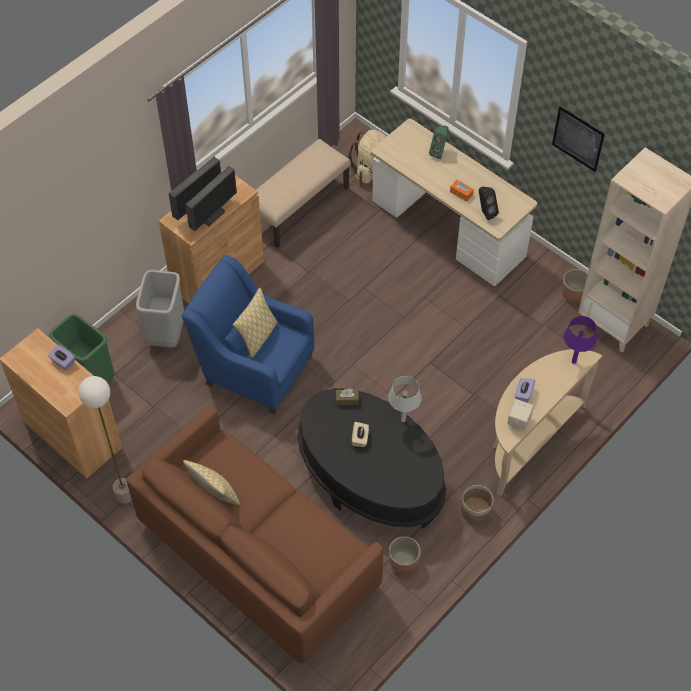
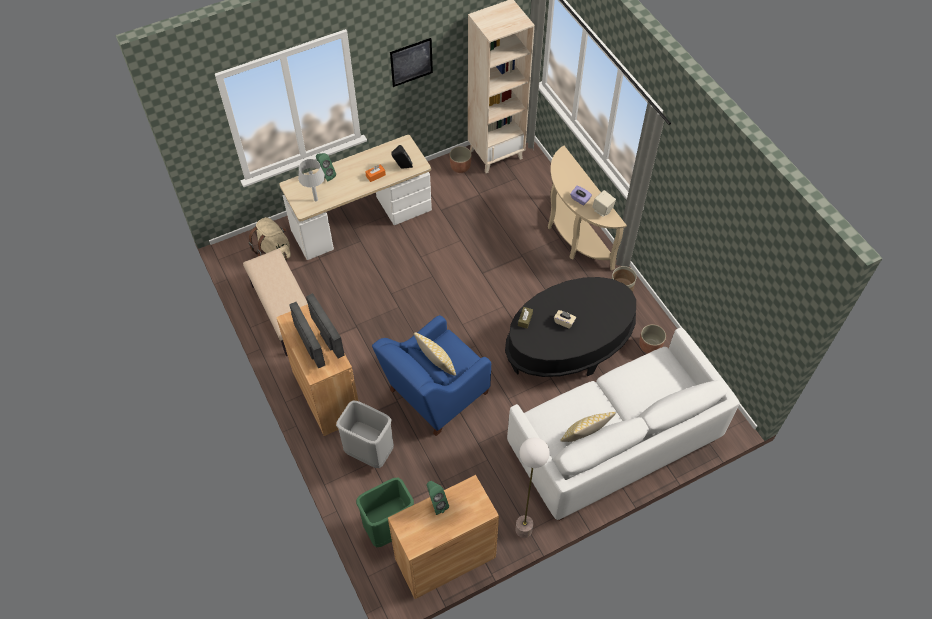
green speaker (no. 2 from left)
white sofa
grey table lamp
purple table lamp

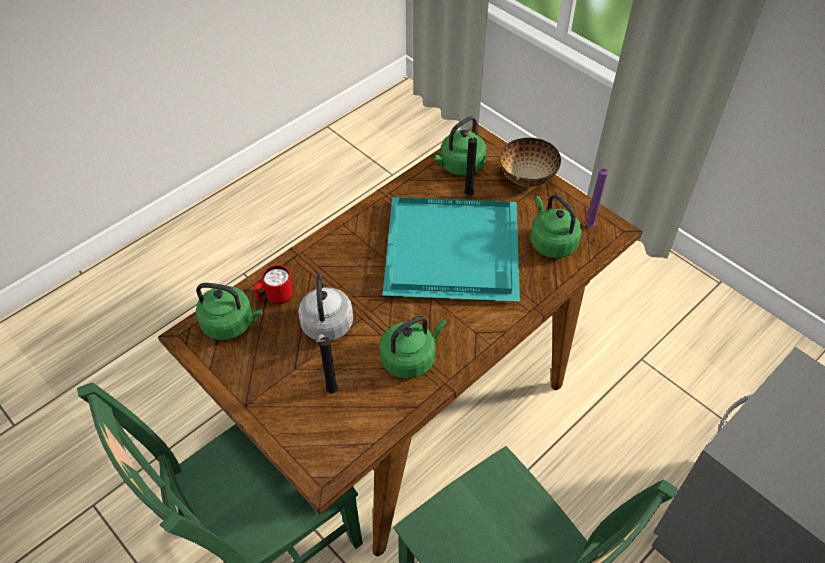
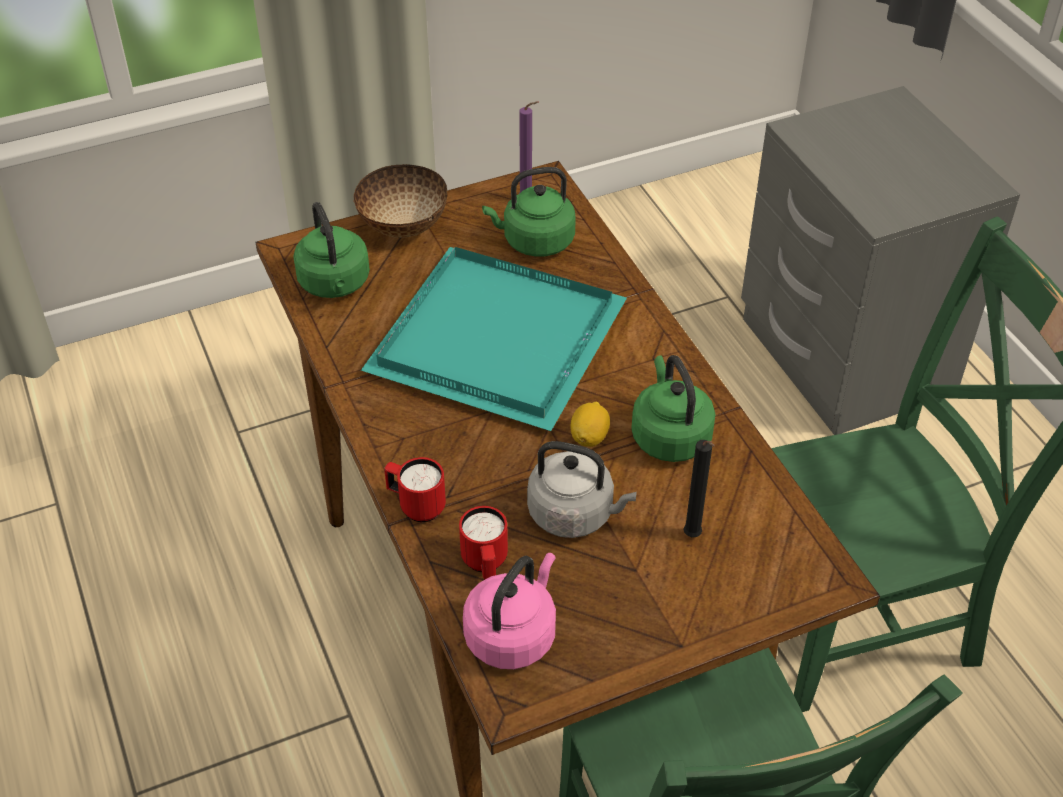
pink kettle
black candle (no. 2 from left in the first image)
red mug (no. 1 from left)
lemon

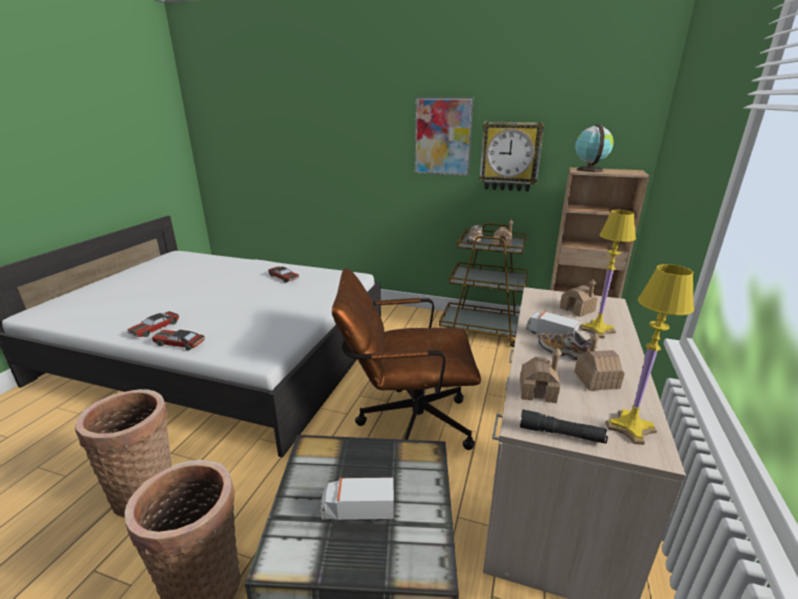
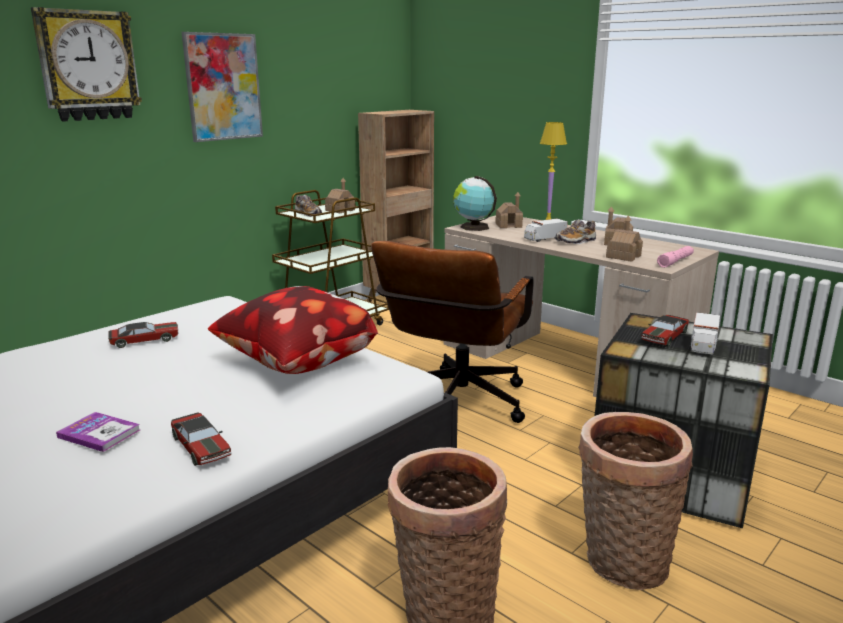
toy car (no. 3 from left)
wall clock
pink flashlight
globe
yellow table lamp (no. 2 from left in the first image)
book
pillow

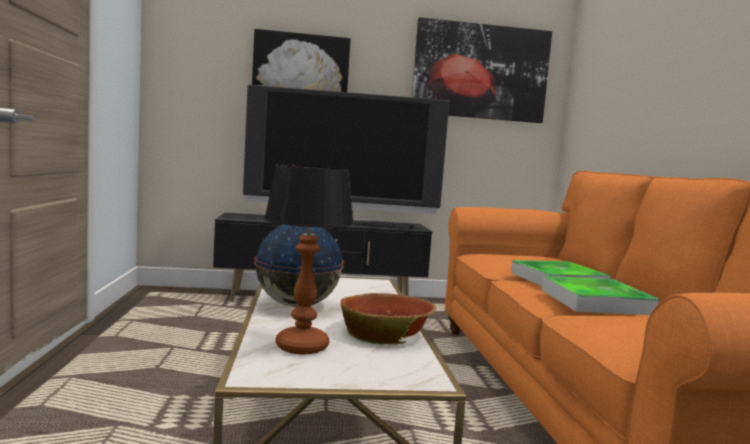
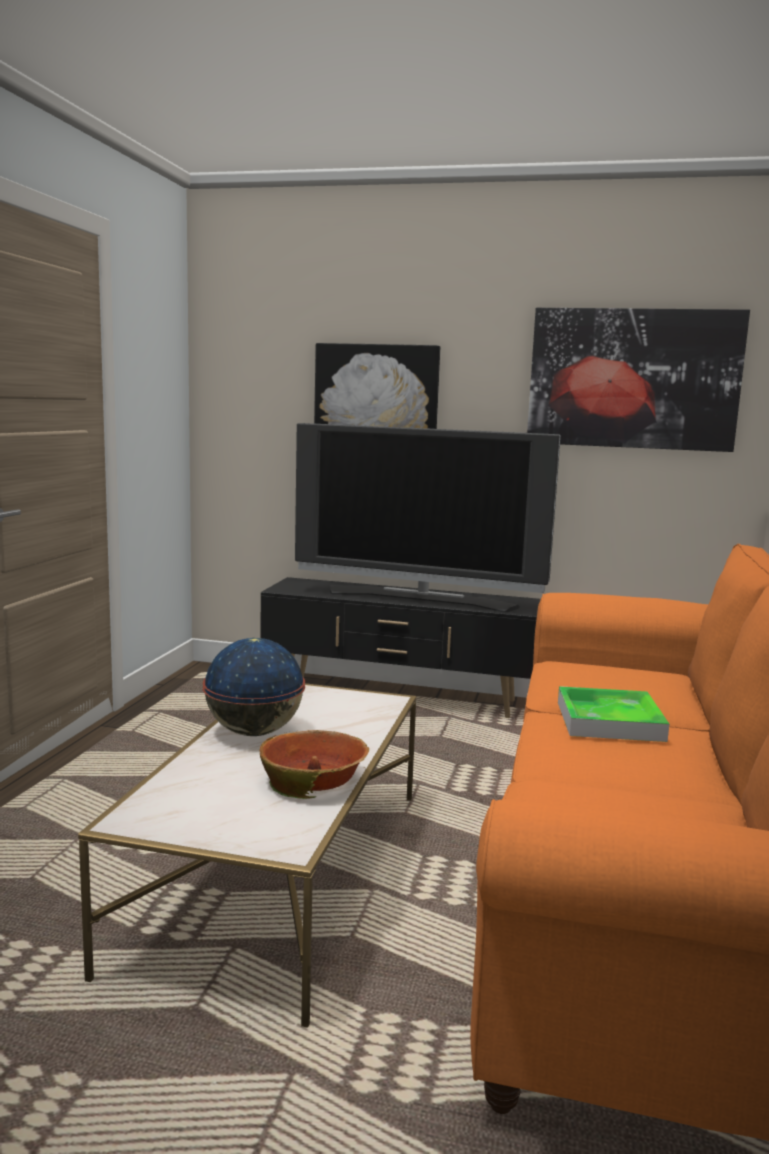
table lamp
tray (no. 2 from left in the first image)

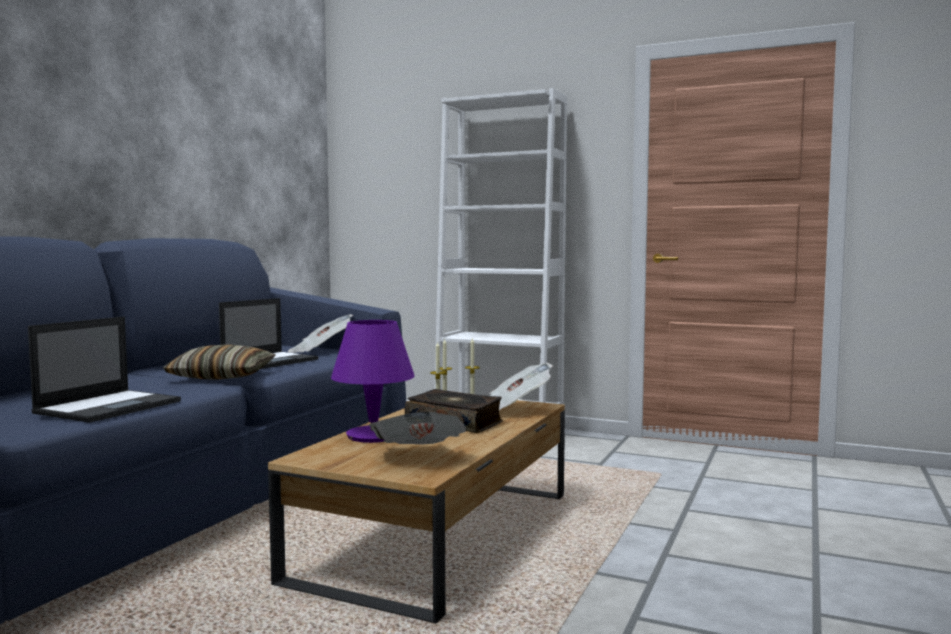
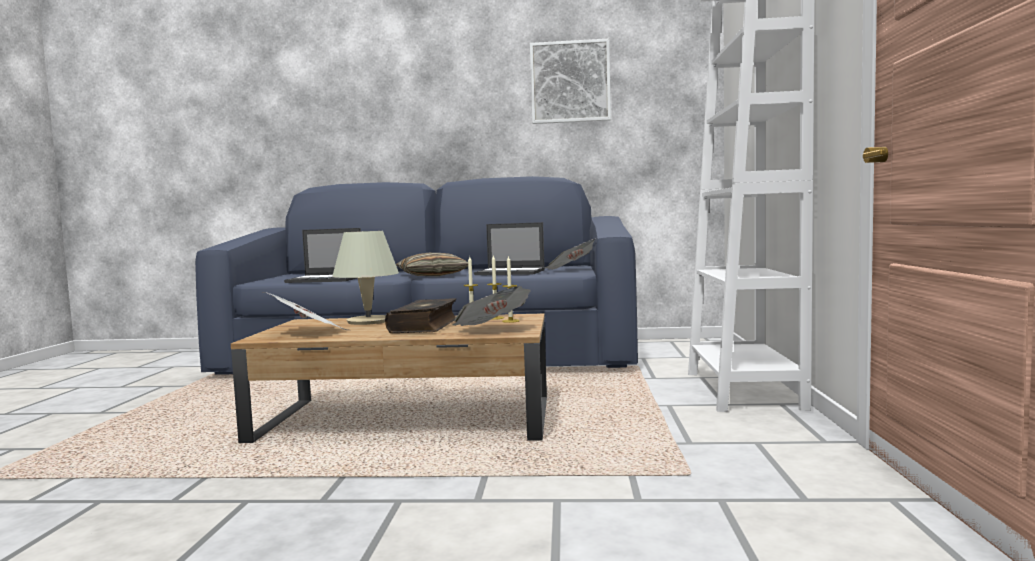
beige table lamp
picture

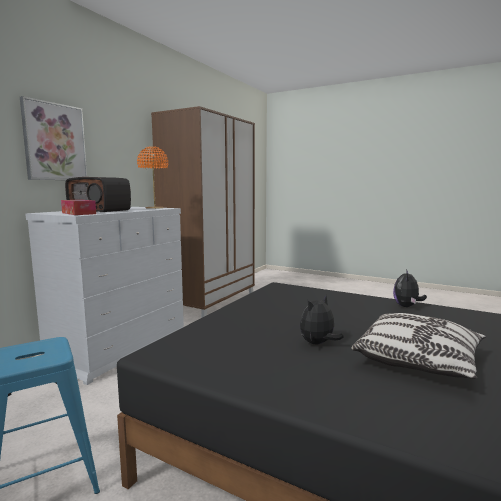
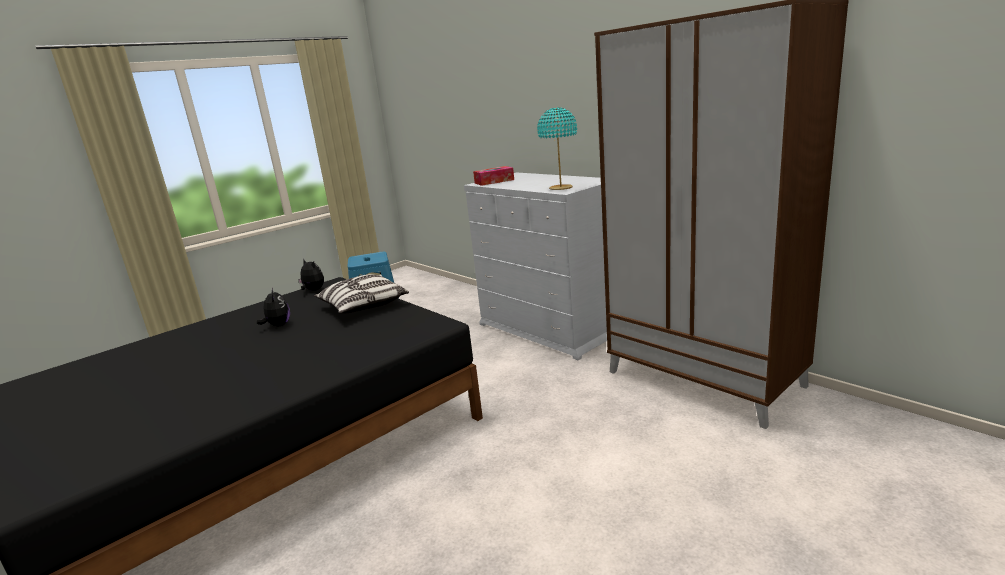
picture
radio
turquoise table lamp
pillow
plush toy (no. 2 from left)

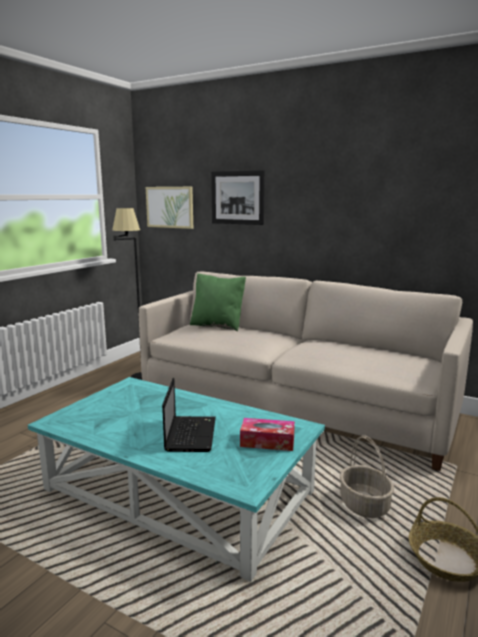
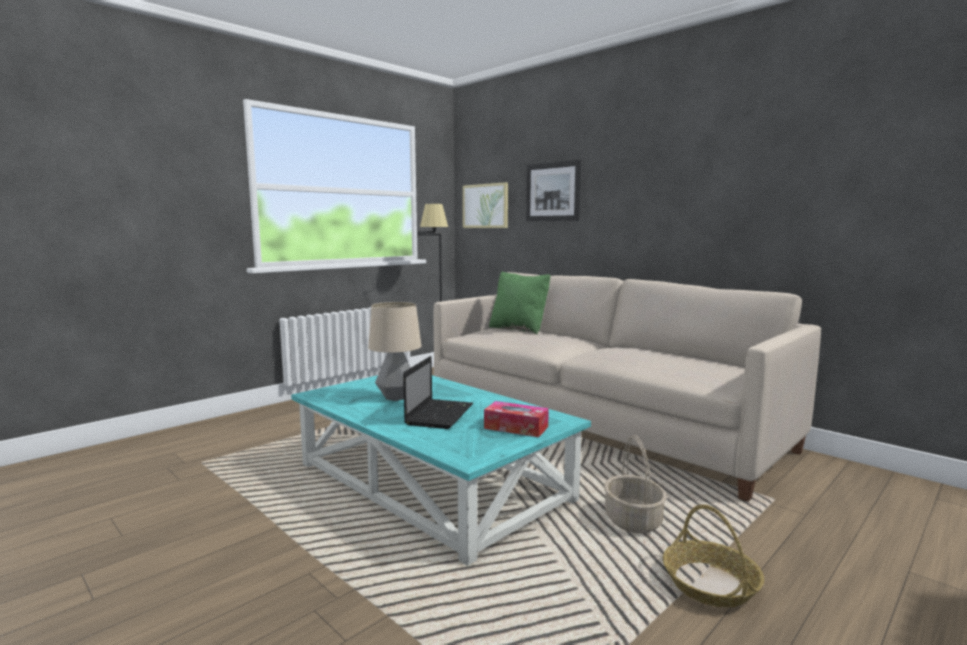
table lamp

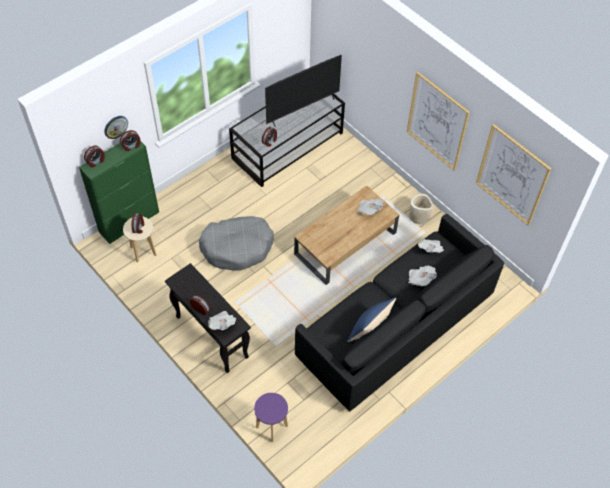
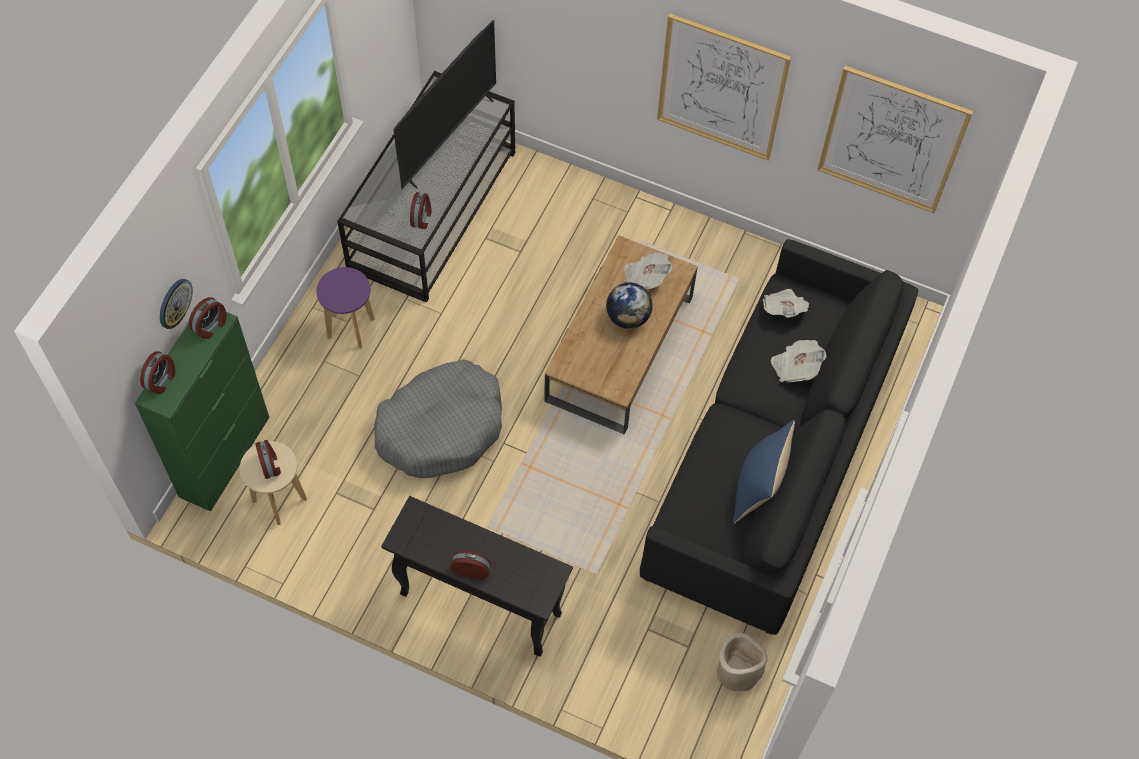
newspaper (no. 1 from left in the first image)
purple stool
beige planter
globe

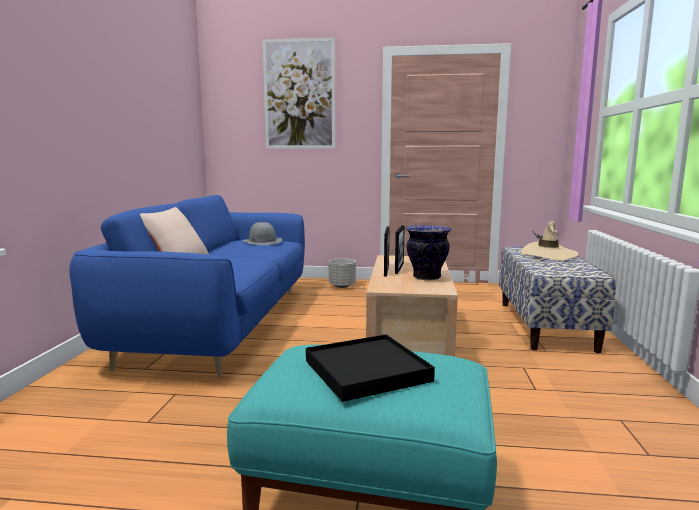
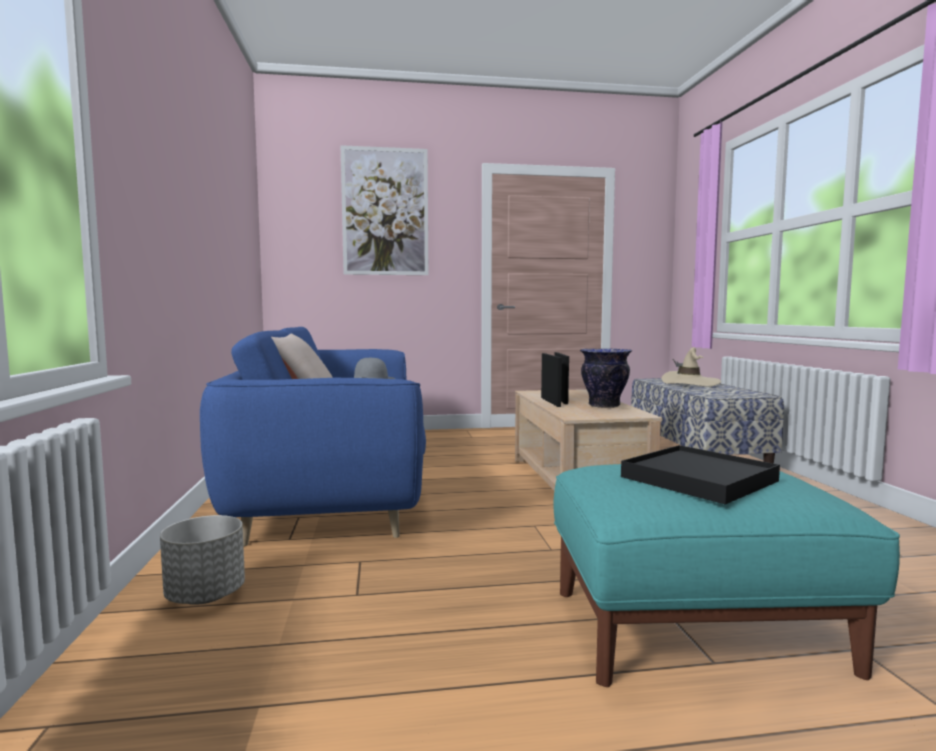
grey planter

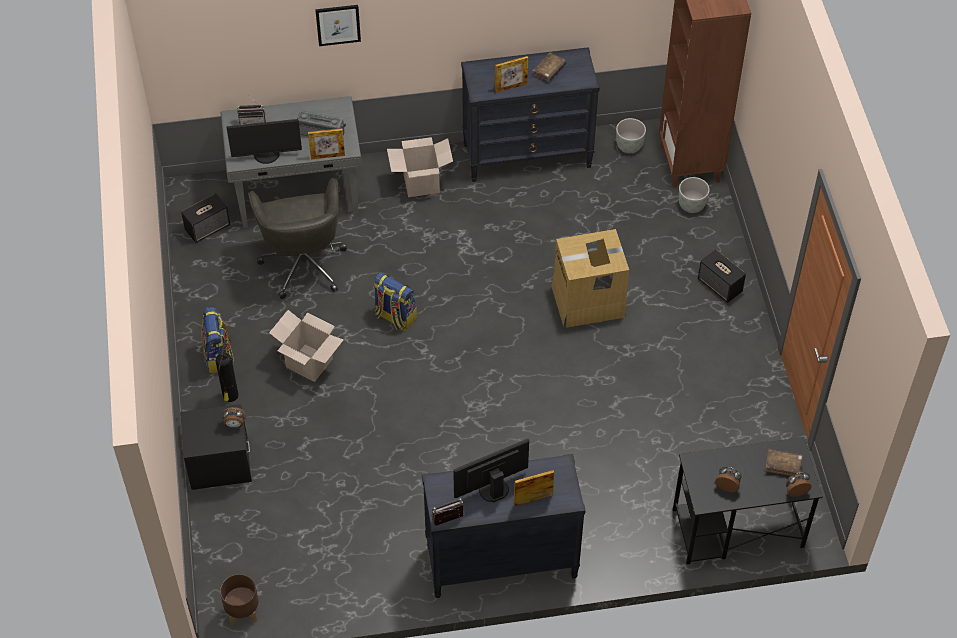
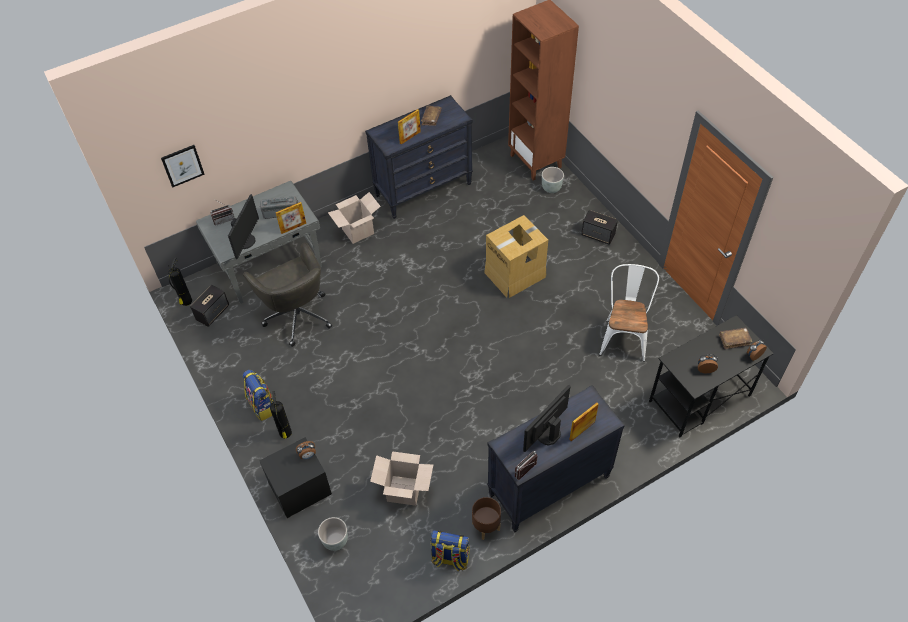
brown planter
monitor (no. 1 from left)
cardboard box (no. 2 from left)
picture
backpack (no. 2 from left)
grey planter (no. 1 from left)
fire extinguisher (no. 1 from left)
white chair

